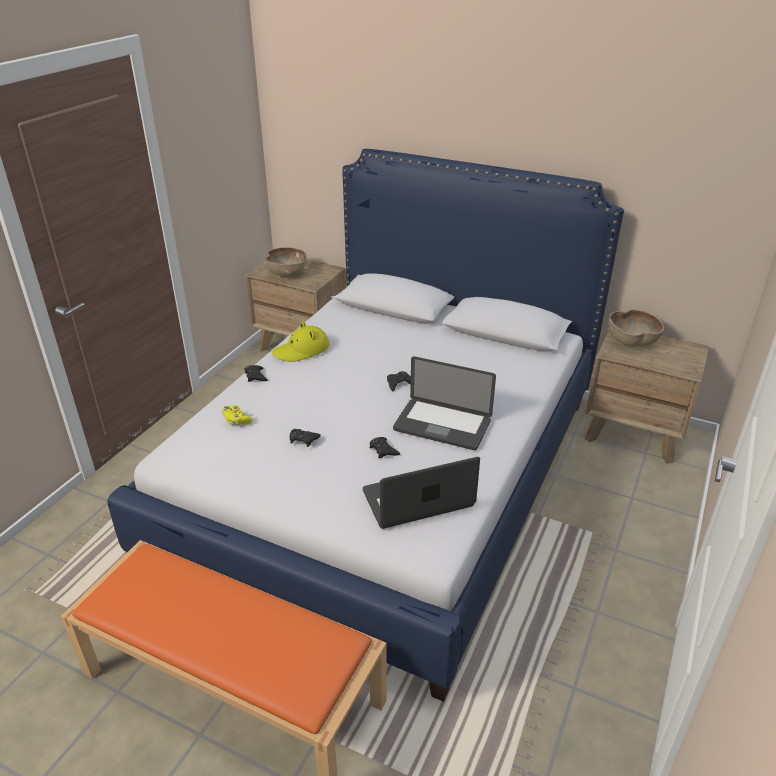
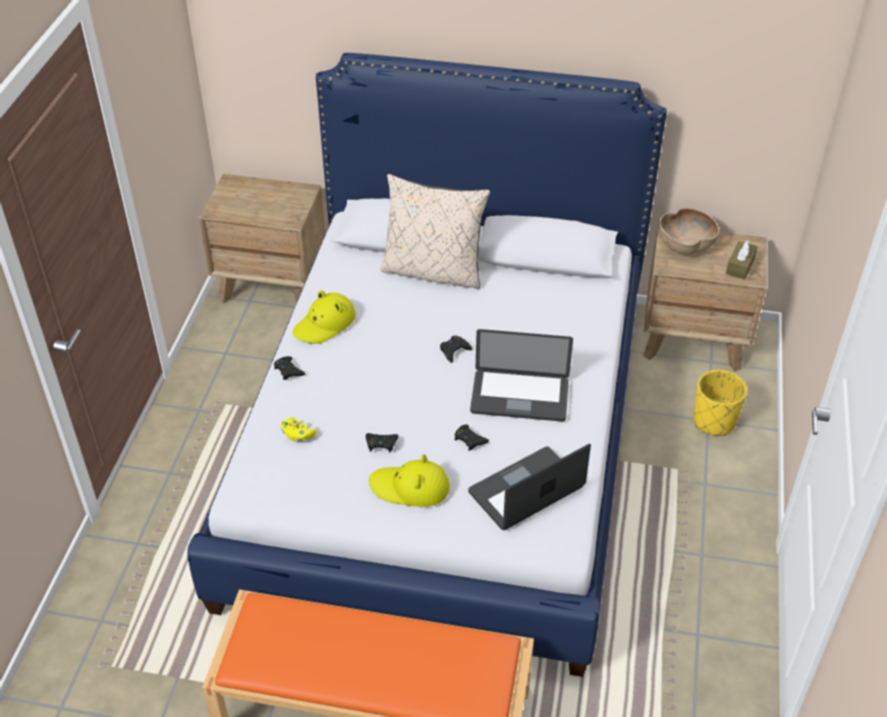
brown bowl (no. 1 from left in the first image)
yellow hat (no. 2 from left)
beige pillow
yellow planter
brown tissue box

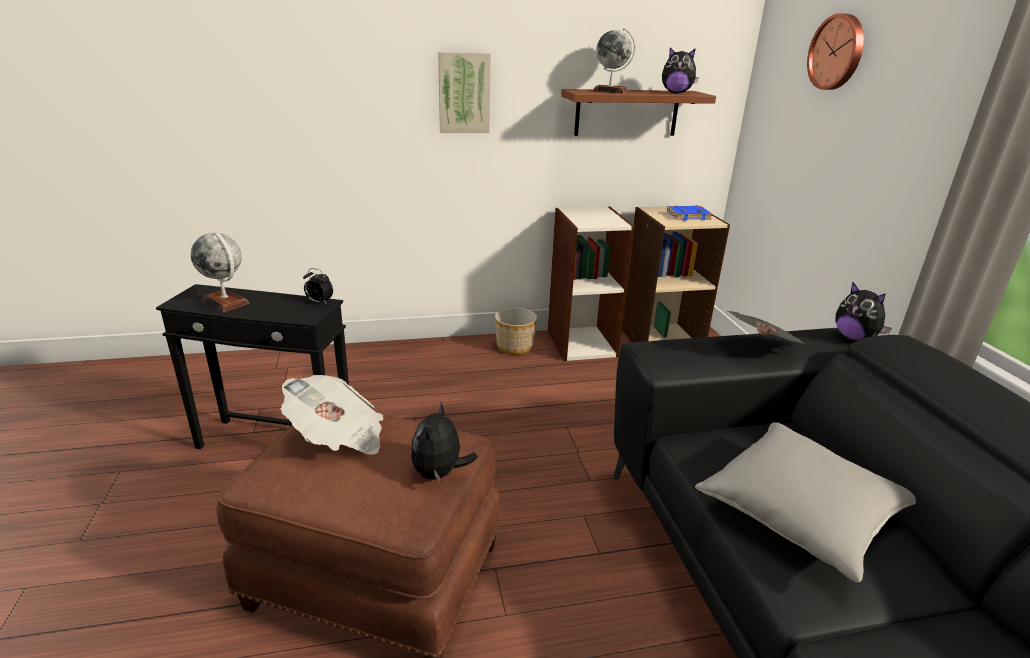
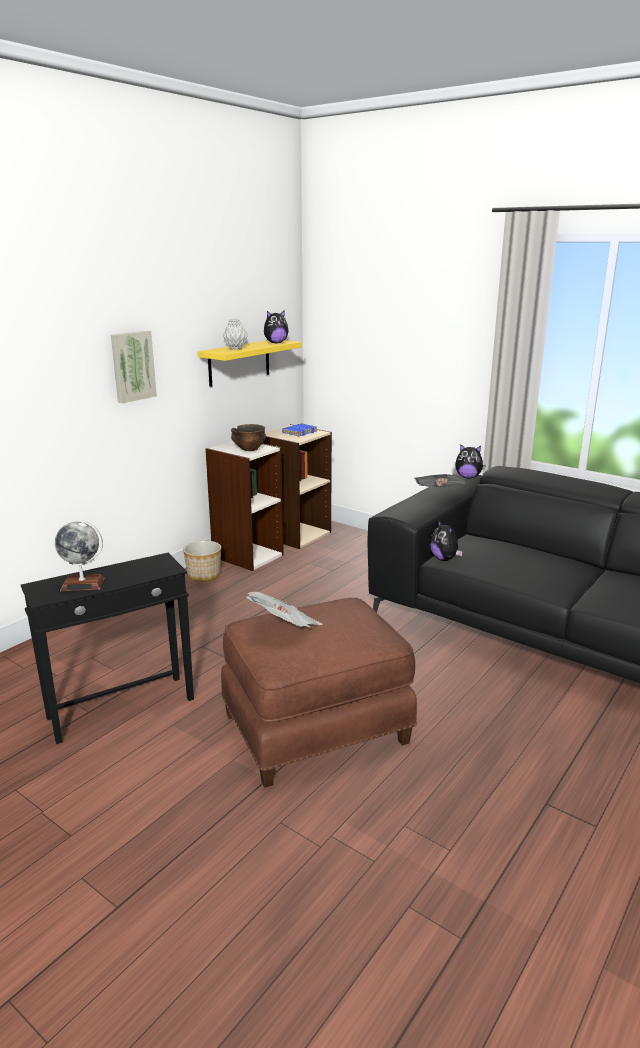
alarm clock
plush toy (no. 2 from left)
yellow shelf
grey vase
grey pillow
wall clock
bowl

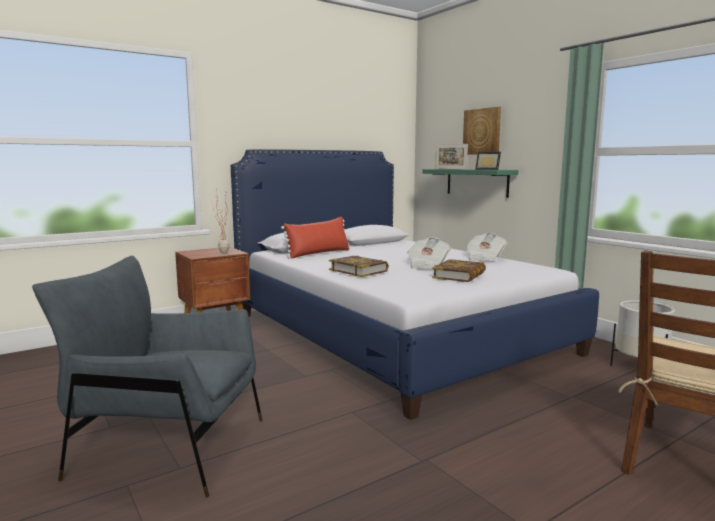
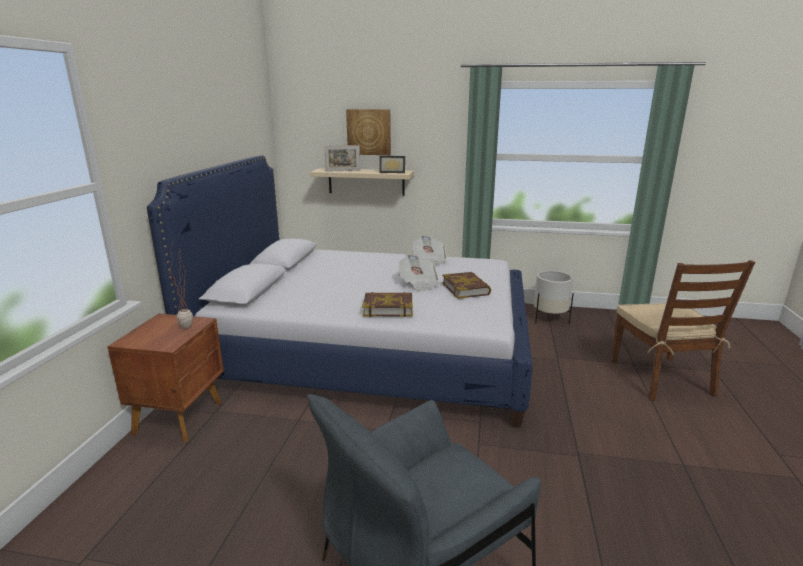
red pillow
beige shelf

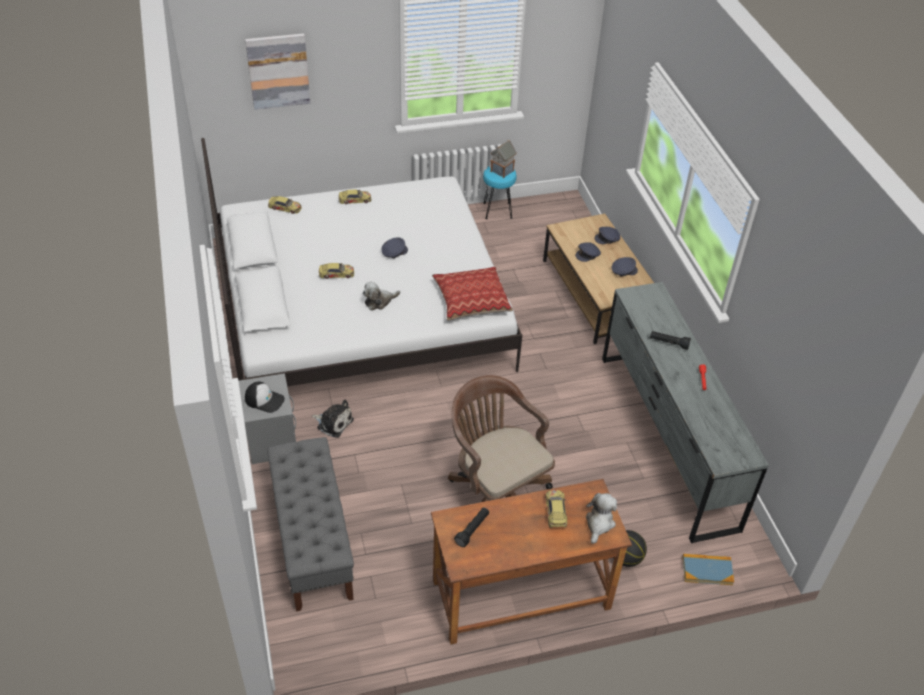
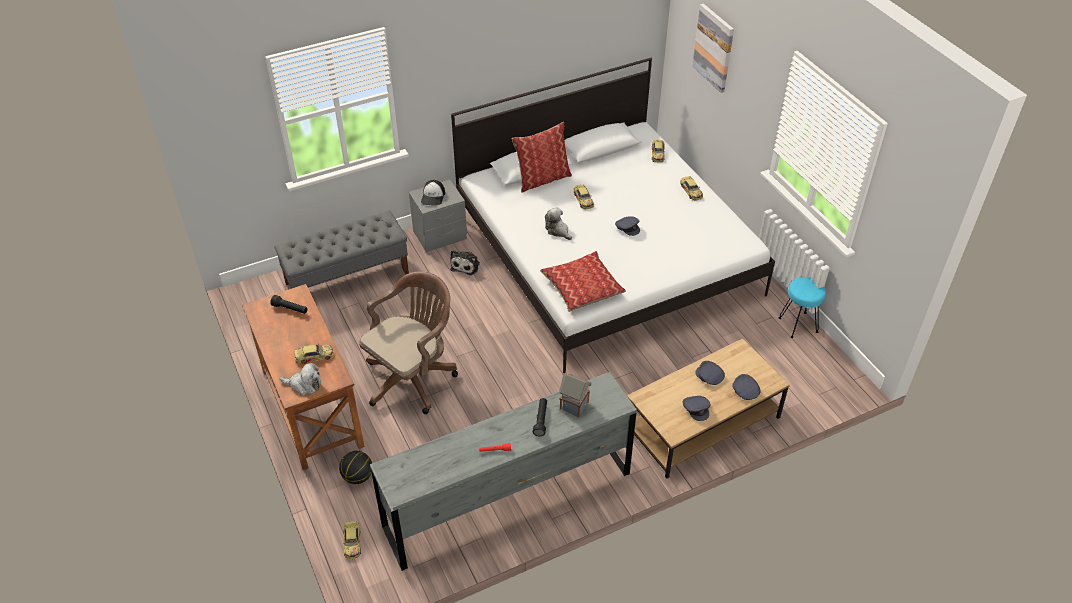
toy house
toy car (no. 2 from left)
pillow (no. 1 from left)

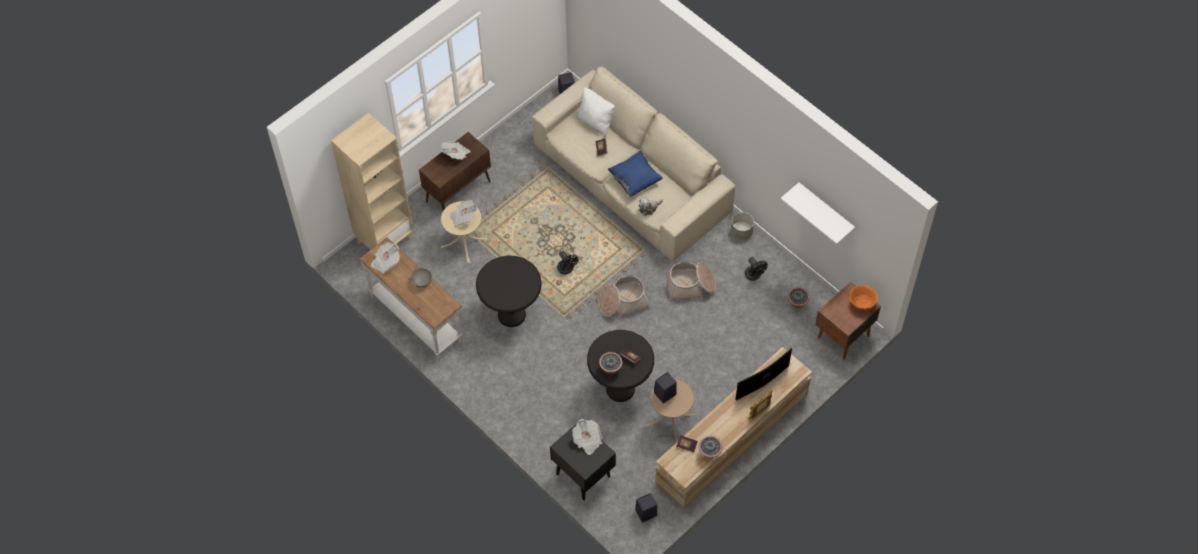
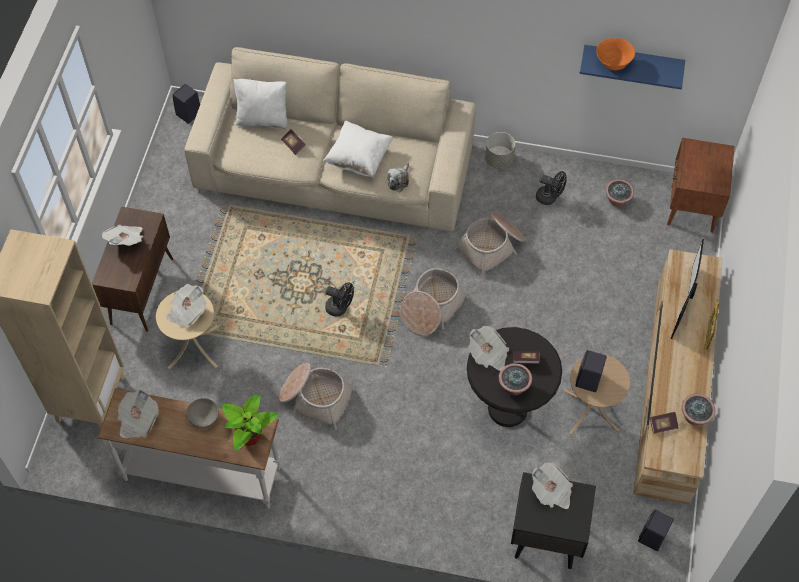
basket (no. 1 from left)
white pillow (no. 2 from left)
blue shelf
orange bowl
potted plant (no. 1 from left)
newspaper (no. 4 from left)

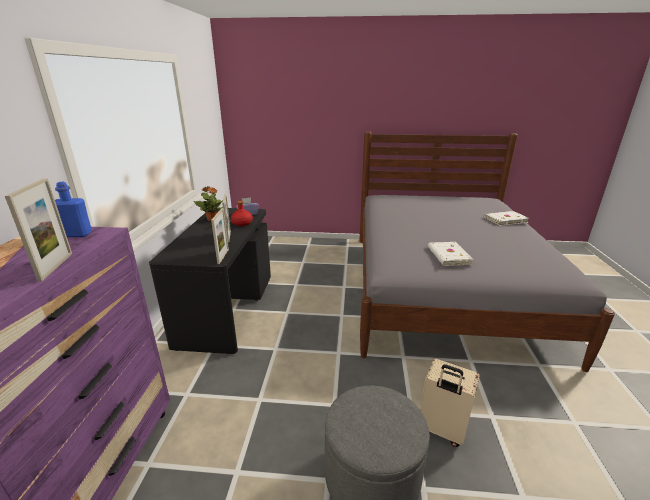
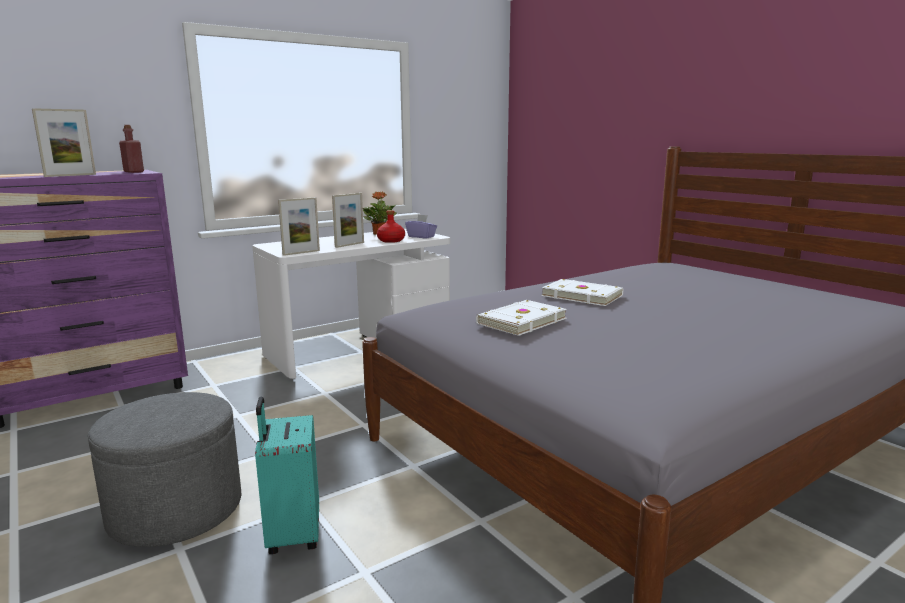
red bottle (no. 1 from left)
white desk
turquoise suitcase
white book (no. 2 from left)

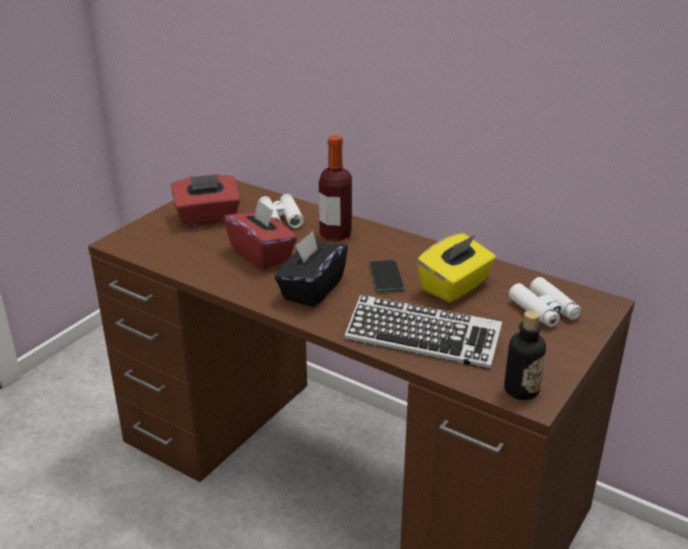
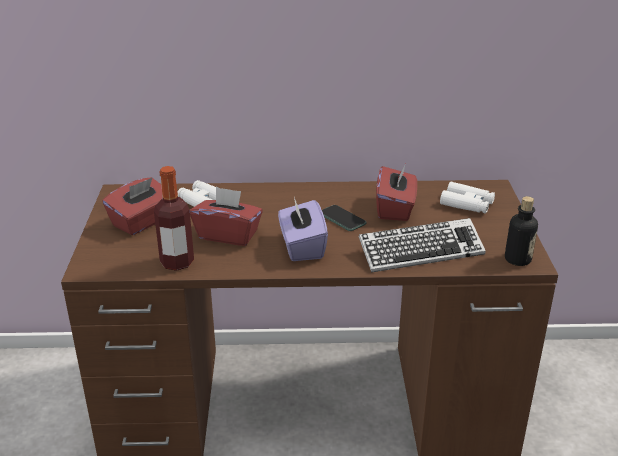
purple tissue box
bottle (no. 1 from left)
red tissue box (no. 3 from left)

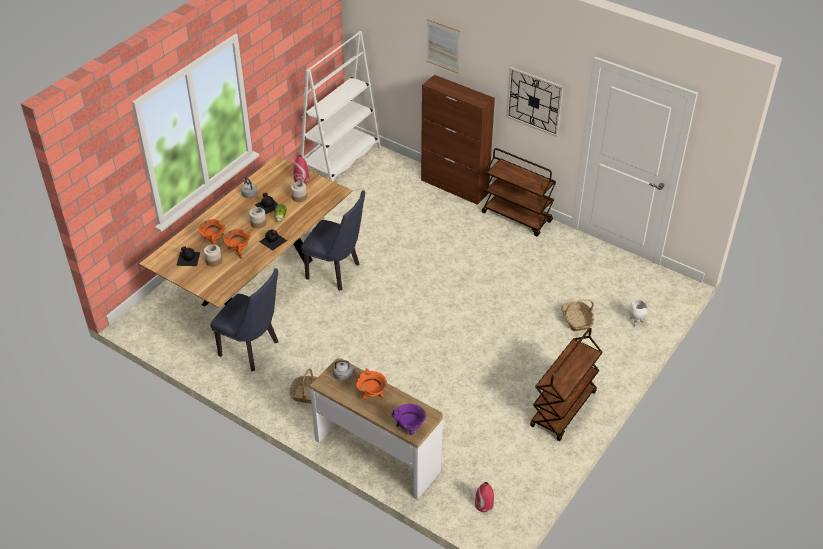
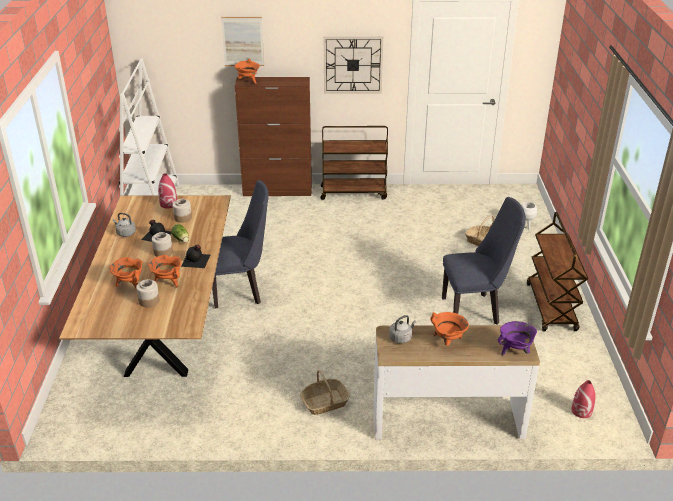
black bottle (no. 1 from left in the first image)
blue chair (no. 2 from left)
orange cooking pot (no. 3 from left)

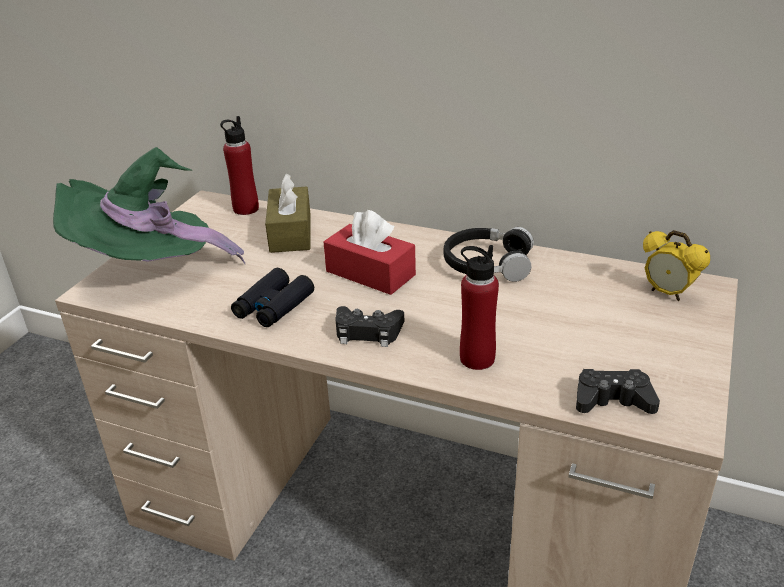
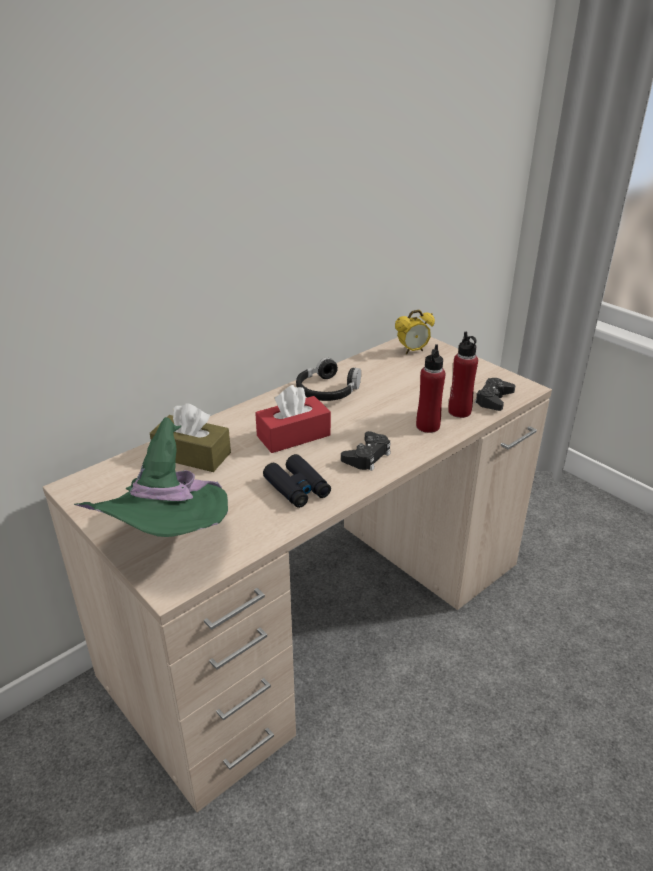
red bottle (no. 2 from left)

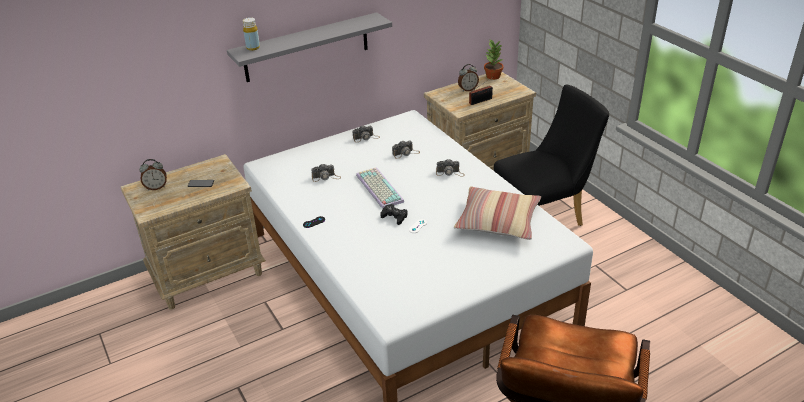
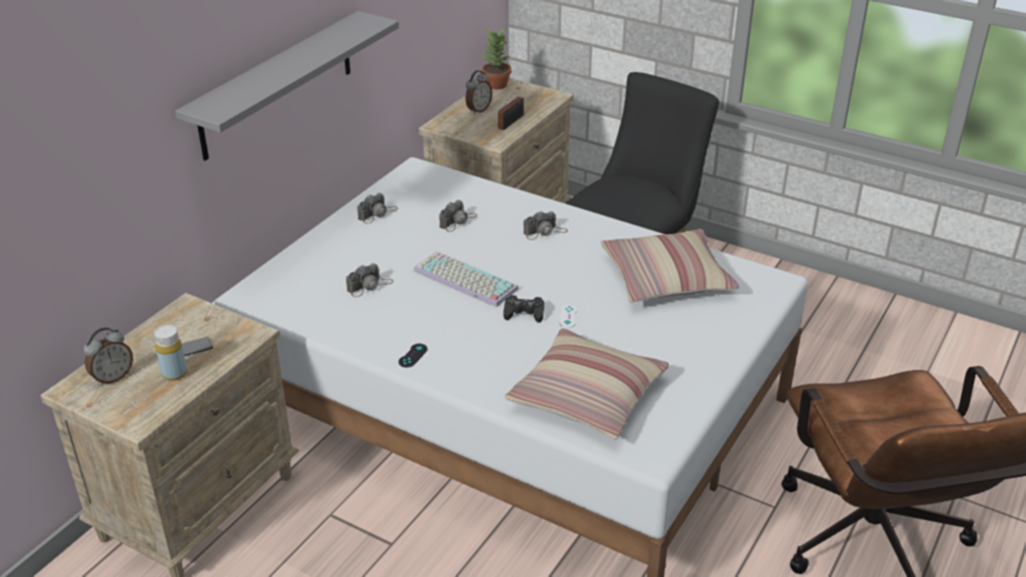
yellow bottle
pillow (no. 1 from left)

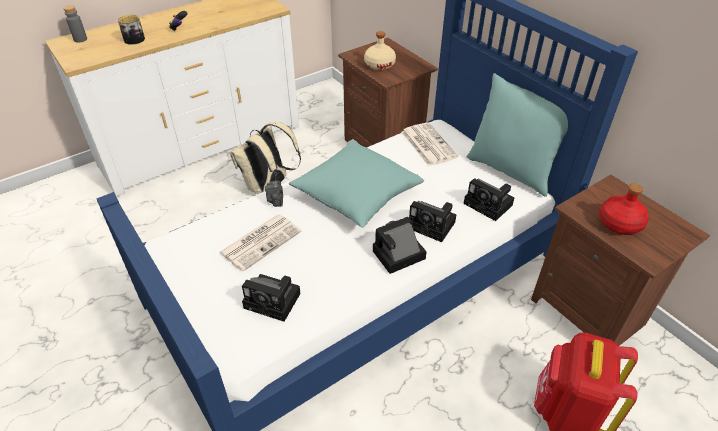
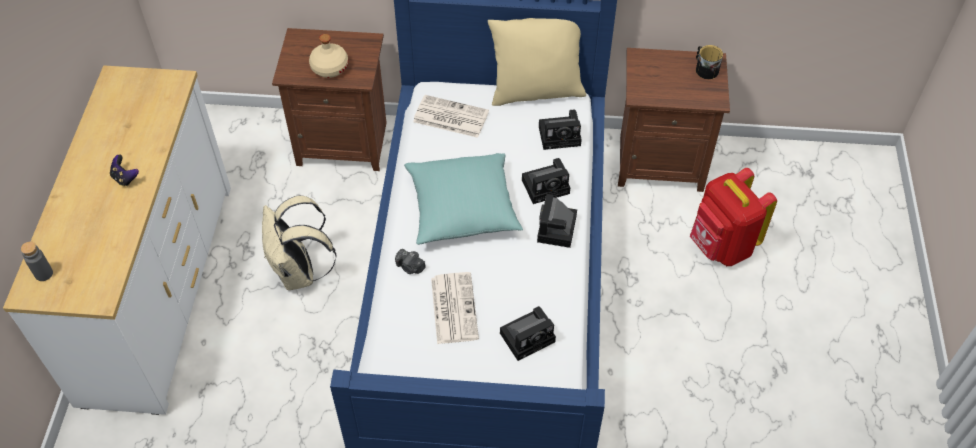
mug
beige pillow
red bottle

